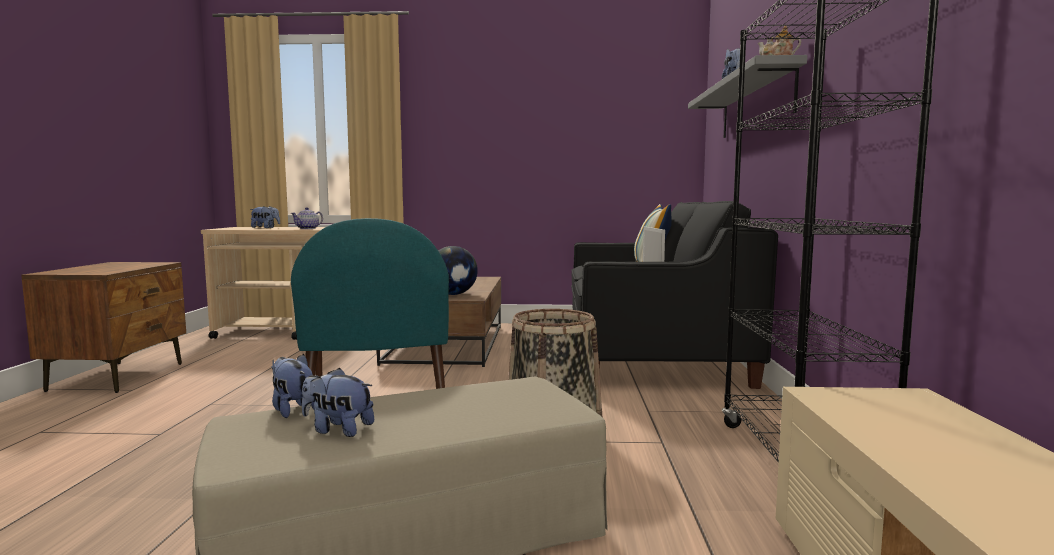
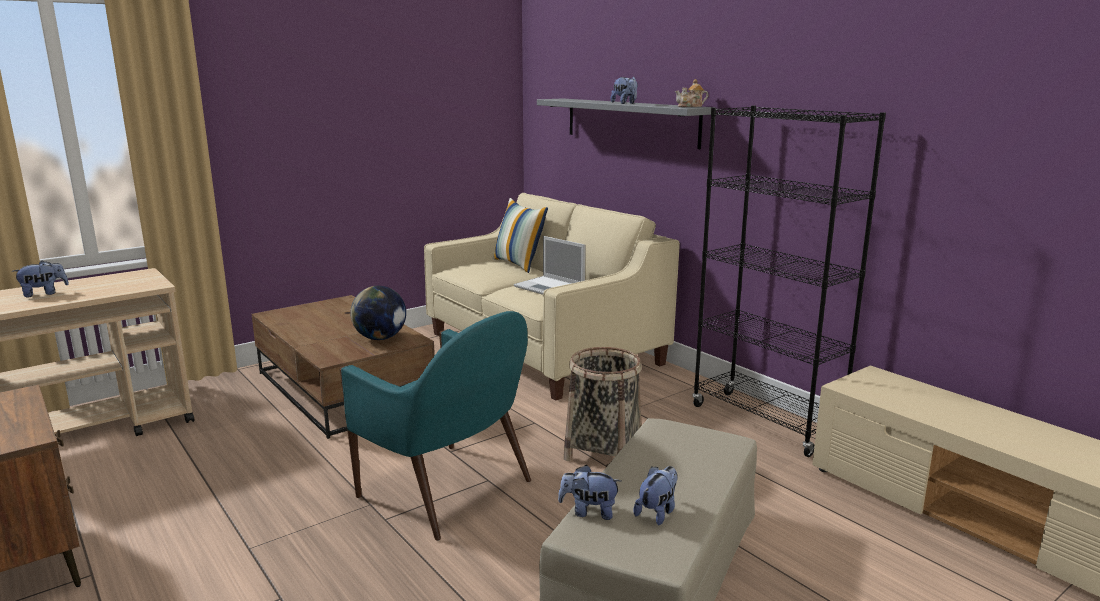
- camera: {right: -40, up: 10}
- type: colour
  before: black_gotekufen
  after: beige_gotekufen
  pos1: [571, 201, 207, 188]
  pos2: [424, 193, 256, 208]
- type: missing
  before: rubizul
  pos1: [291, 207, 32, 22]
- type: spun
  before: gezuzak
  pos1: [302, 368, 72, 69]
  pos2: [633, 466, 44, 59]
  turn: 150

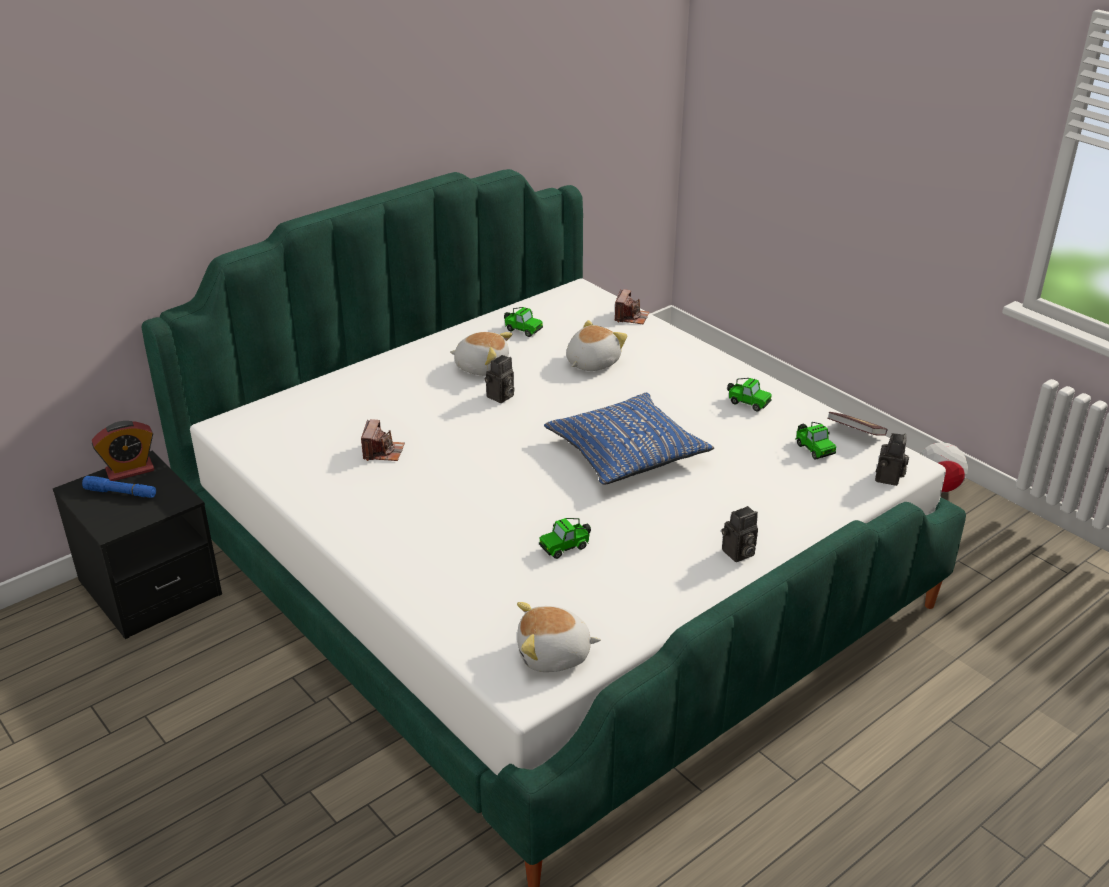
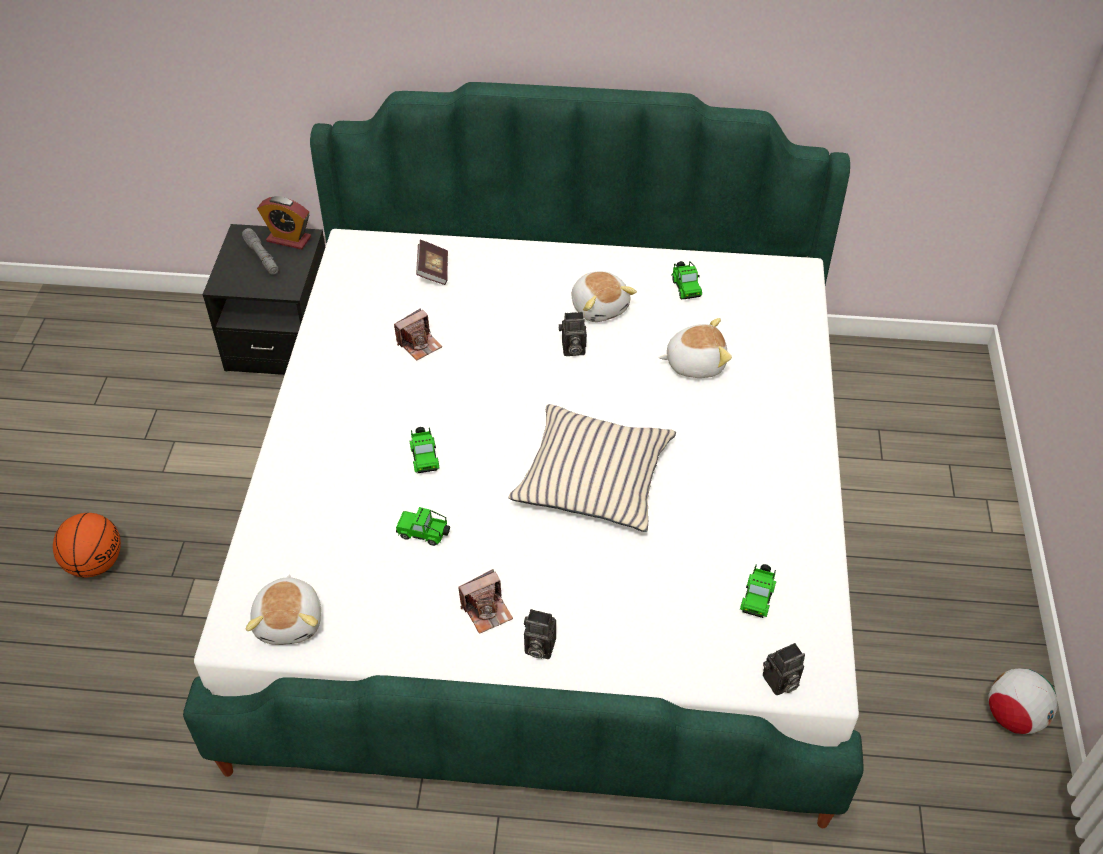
- camera: {right: 45, up: 15}
- type: relocated
  before: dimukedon
  pos1: [615, 289, 34, 35]
  pos2: [458, 569, 55, 65]
- type: relocated
  before: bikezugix
  pos1: [727, 378, 45, 33]
  pos2: [409, 427, 30, 46]
- type: colour
  before: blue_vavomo
  after: beige_vavomo
  pos1: [544, 393, 170, 92]
  pos2: [508, 404, 168, 128]
- type: relocated
  before: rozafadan
  pos1: [827, 412, 61, 24]
  pos2: [416, 240, 32, 45]
- type: colour
  before: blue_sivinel
  after: grey_sivinel
  pos1: [82, 476, 74, 22]
  pos2: [242, 228, 37, 47]
- type: spun
  before: gezuzak
  pos1: [517, 602, 84, 70]
  pos2: [246, 575, 75, 70]
  turn: -135
- type: appeared
  after: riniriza
  pos2: [53, 513, 68, 65]

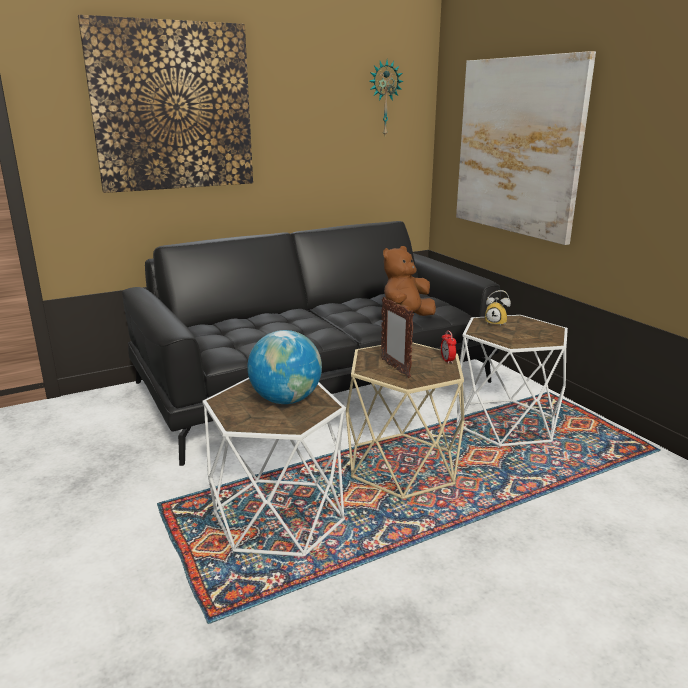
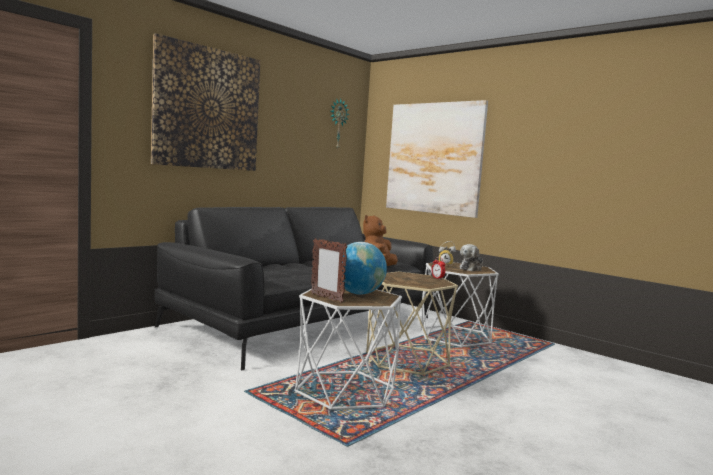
- camera: {right: -20, up: -15}
- type: relocated
  before: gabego
  pos1: [381, 297, 33, 81]
  pos2: [311, 238, 37, 65]
- type: appeared
  after: gezuzak
  pos2: [460, 244, 23, 27]

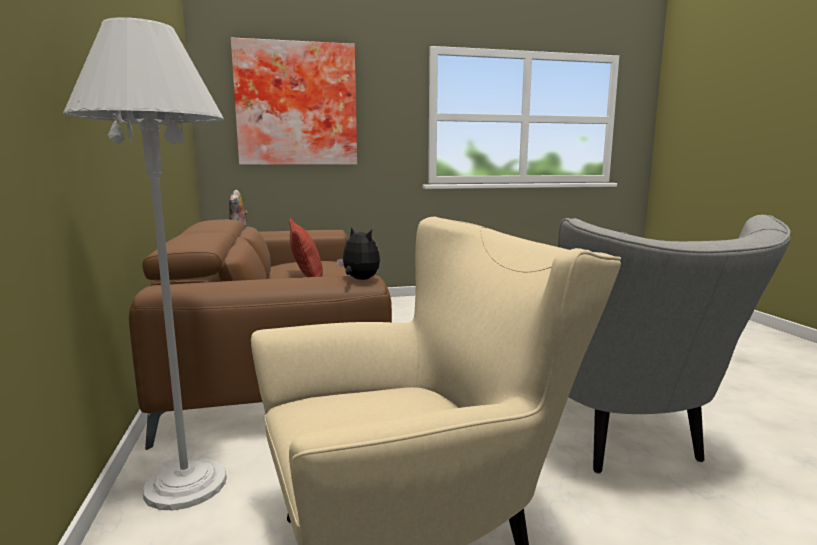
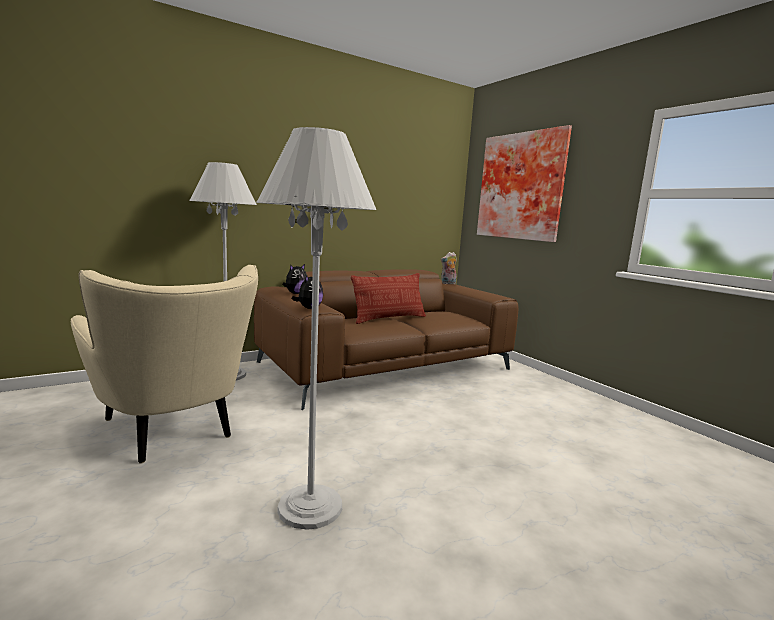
- camera: {right: 70, up: 0}
- type: exchanged
  before: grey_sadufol
  after: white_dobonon
  pos1: [558, 215, 233, 259]
  pos2: [256, 127, 120, 403]
- type: appeared
  after: gezuzak
  pos2: [282, 264, 26, 30]

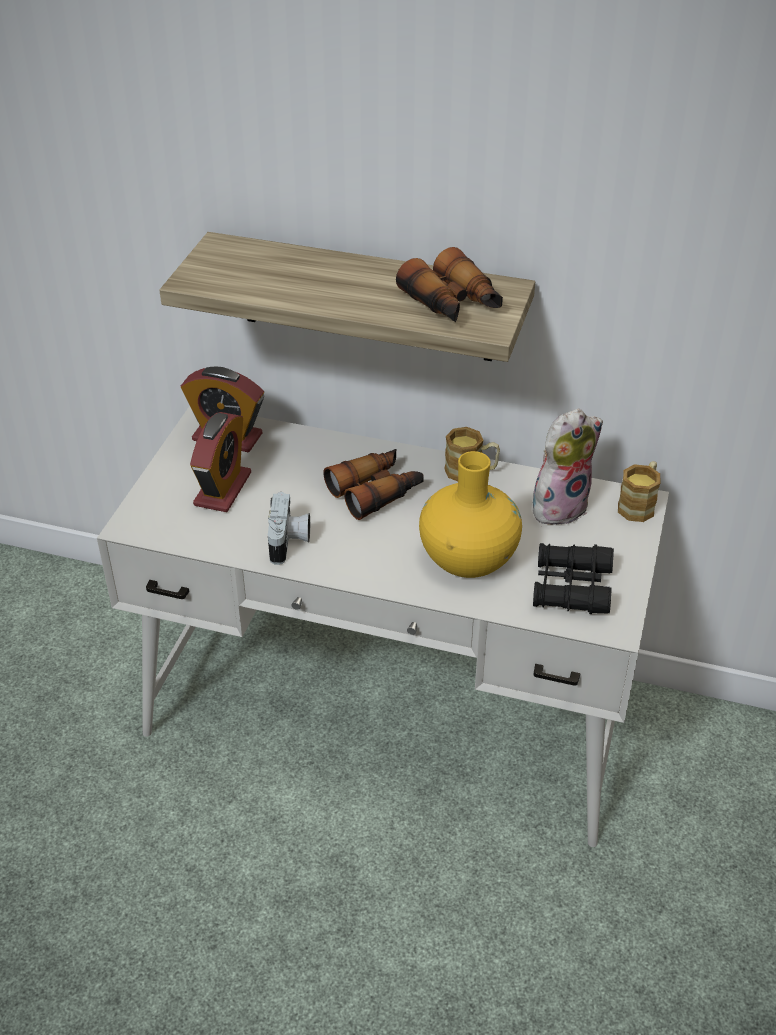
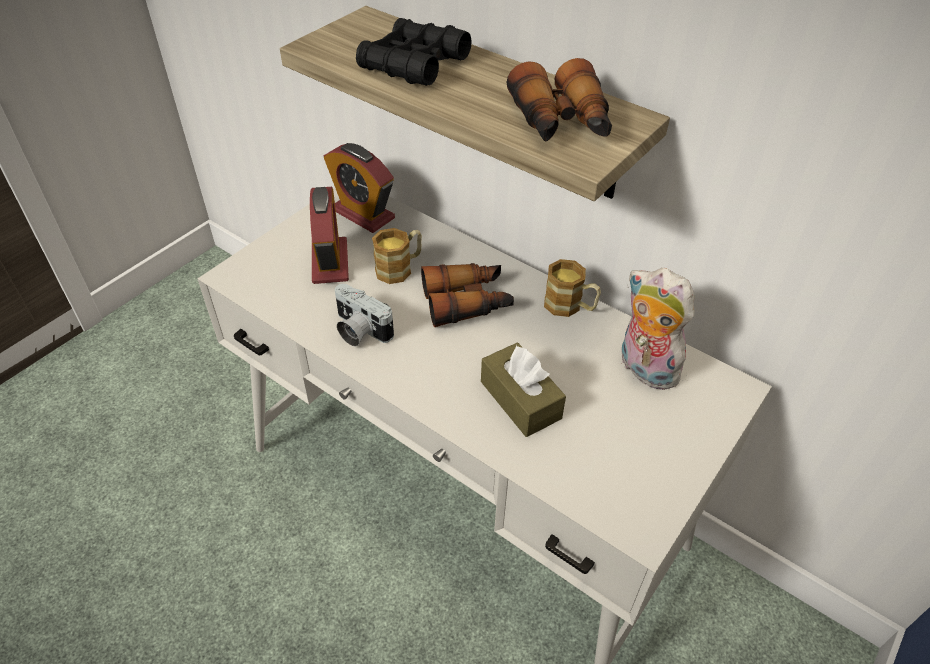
- camera: {right: 20, up: 5}
- type: spun
  before: gezuzak
  pos1: [533, 409, 70, 116]
  pos2: [621, 268, 73, 122]
  turn: -120
- type: spun
  before: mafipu
  pos1: [190, 412, 61, 100]
  pos2: [310, 187, 39, 97]
  turn: -45
- type: exchanged
  before: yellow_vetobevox
  after: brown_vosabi
  pos1: [419, 451, 103, 127]
  pos2: [481, 342, 85, 95]
- type: relocated
  before: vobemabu
  pos1: [618, 461, 42, 61]
  pos2: [372, 228, 50, 56]
- type: spun
  before: dimukedon
  pos1: [268, 492, 42, 73]
  pos2: [335, 284, 59, 63]
  turn: 105
- type: relocated
  before: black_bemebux
  pos1: [533, 543, 81, 71]
  pos2: [356, 18, 116, 68]

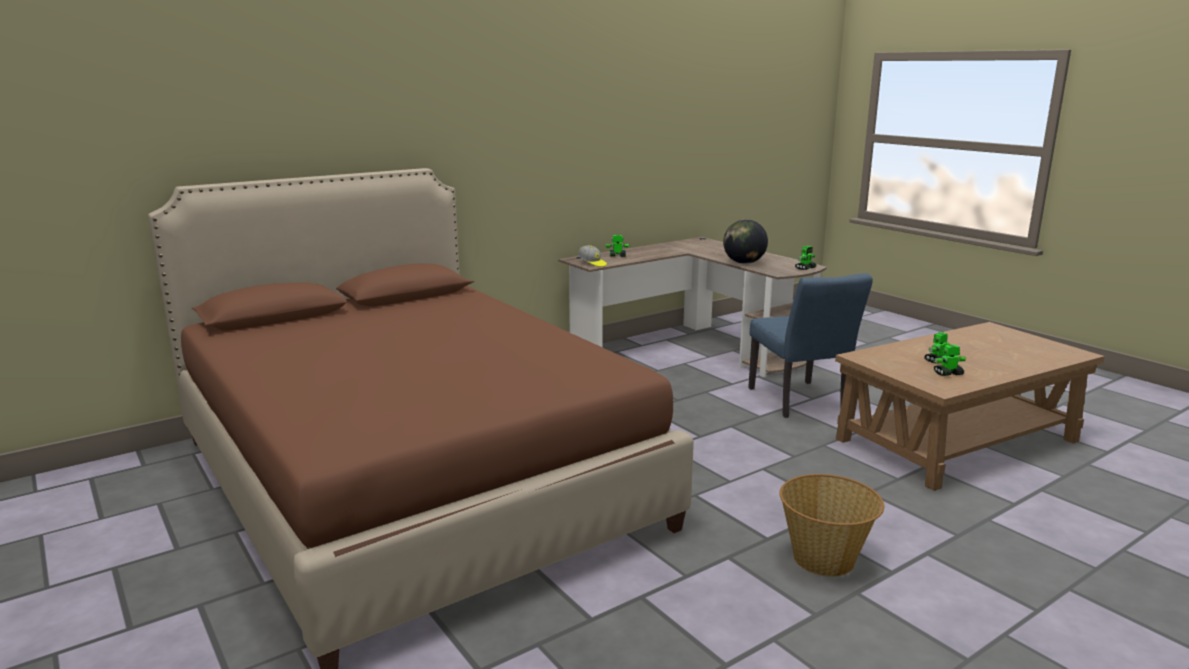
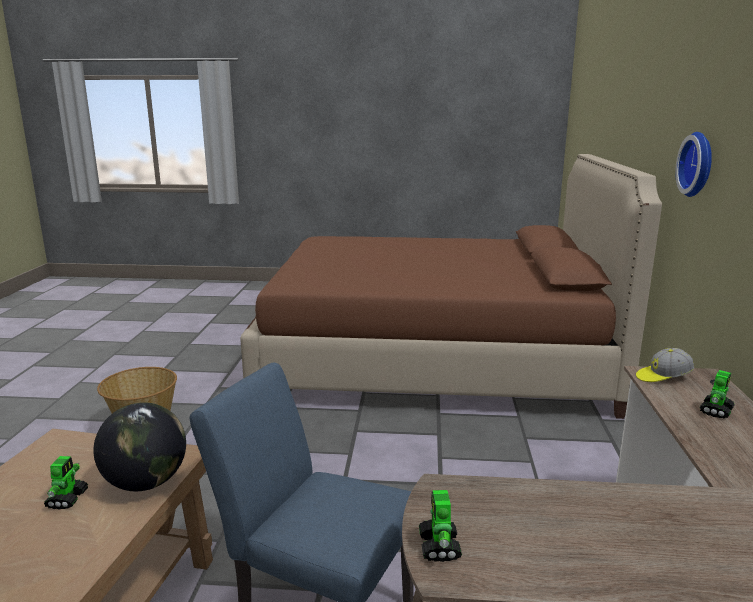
- camera: {right: 130, up: 0}
- type: relocated
  before: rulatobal
  pos1: [723, 220, 45, 44]
  pos2: [93, 402, 93, 89]
- type: missing
  before: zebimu
  pos1: [933, 345, 34, 31]
- type: appeared
  after: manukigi
  pos2: [675, 132, 37, 65]

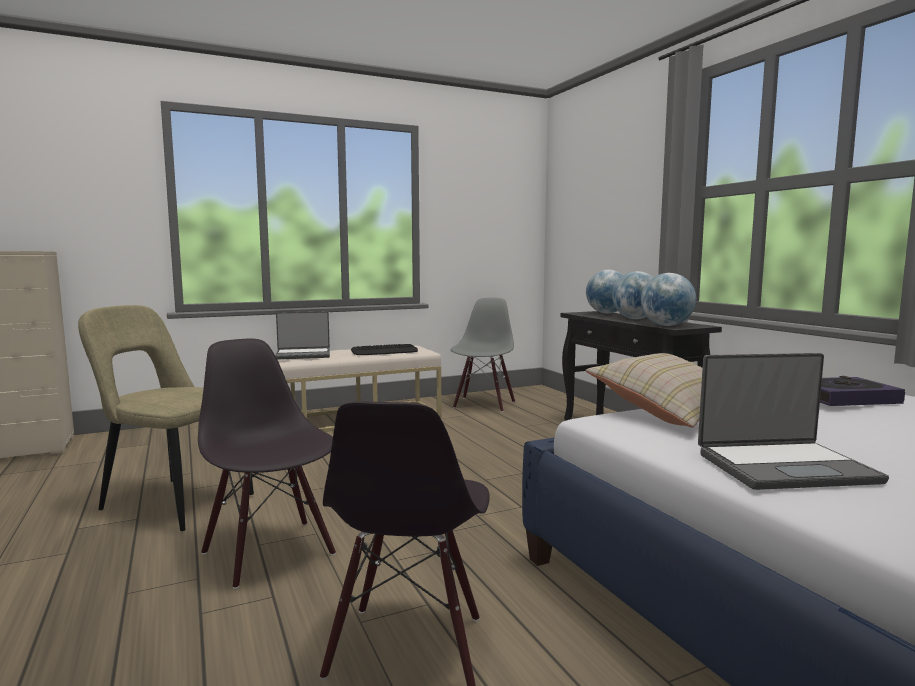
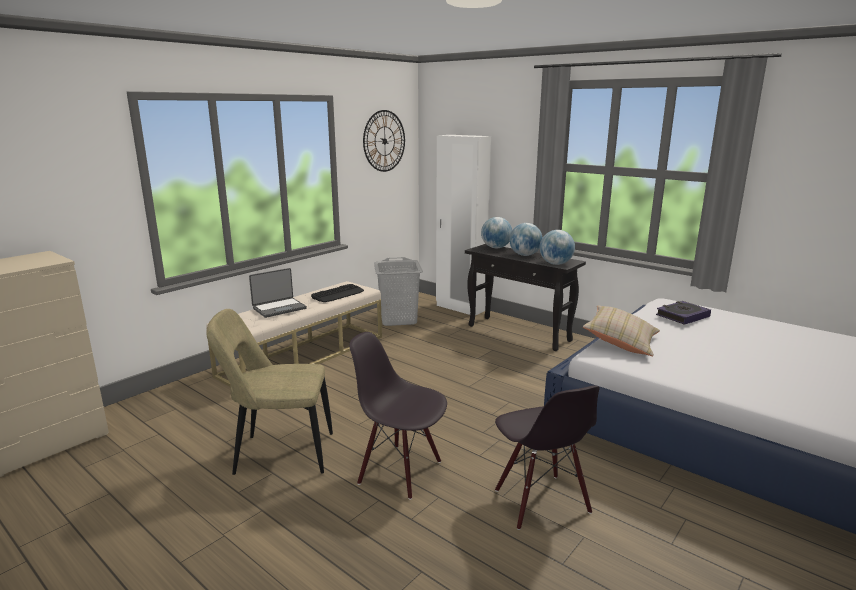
- camera: {right: -25, up: 10}
- type: exchanged
  before: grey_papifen
  after: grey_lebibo
  pos1: [451, 298, 64, 114]
  pos2: [374, 257, 49, 69]
- type: missing
  before: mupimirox
  pos1: [698, 353, 191, 137]
- type: appeared
  after: manukigi
  pos2: [363, 110, 42, 62]
- type: appeared
  after: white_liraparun
  pos2: [436, 135, 55, 181]

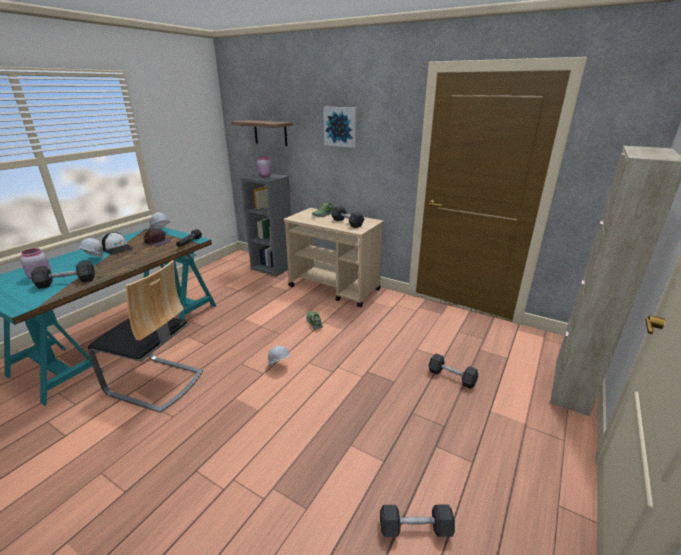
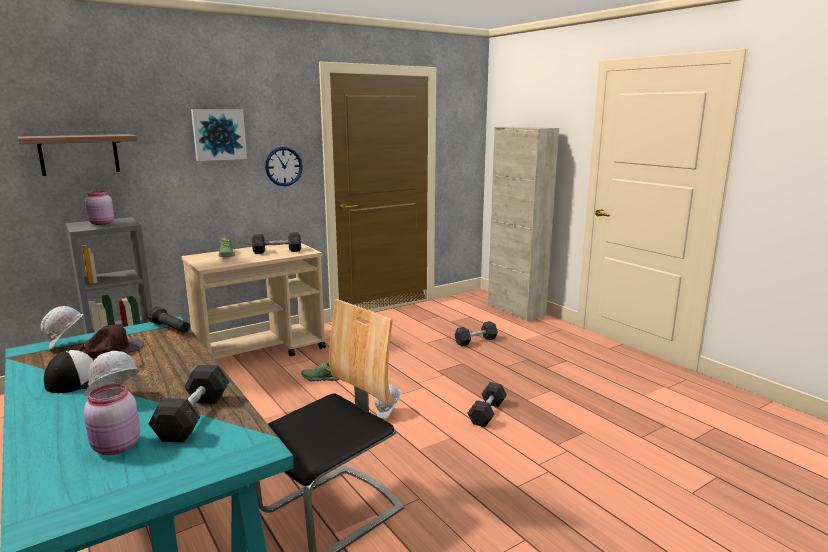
- camera: {right: -65, up: -10}
- type: relocated
  before: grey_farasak
  pos1: [380, 505, 75, 32]
  pos2: [467, 382, 40, 45]
- type: appeared
  after: manukigi
  pos2: [265, 147, 38, 39]

